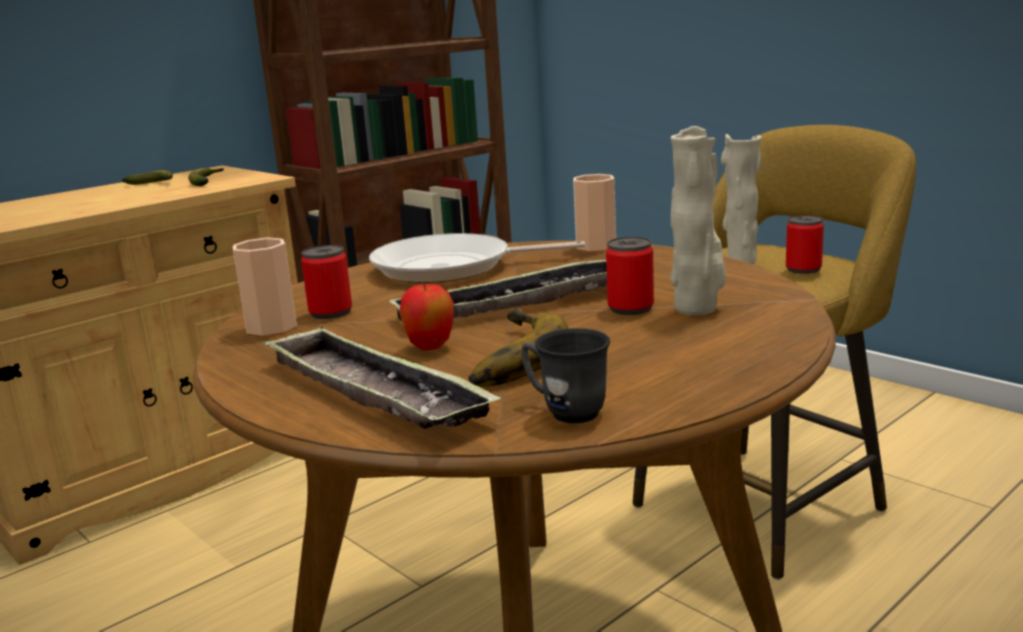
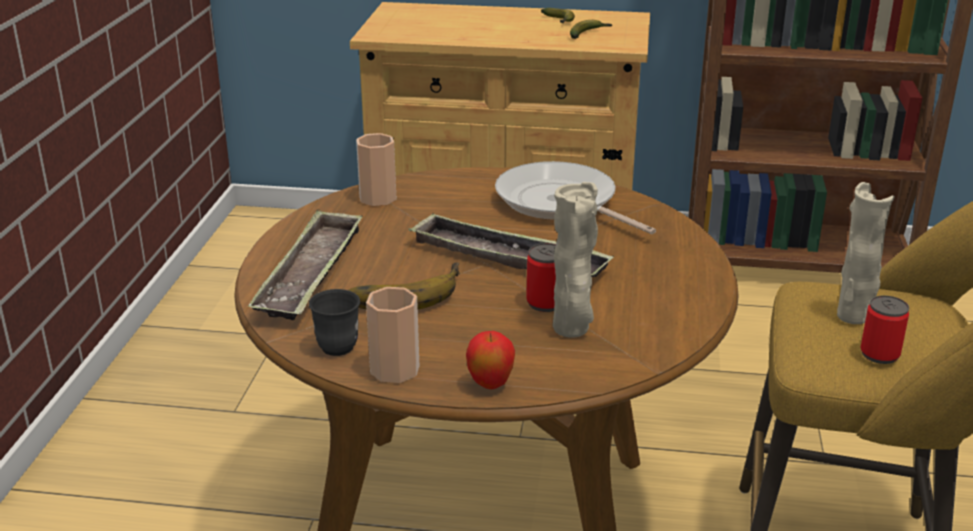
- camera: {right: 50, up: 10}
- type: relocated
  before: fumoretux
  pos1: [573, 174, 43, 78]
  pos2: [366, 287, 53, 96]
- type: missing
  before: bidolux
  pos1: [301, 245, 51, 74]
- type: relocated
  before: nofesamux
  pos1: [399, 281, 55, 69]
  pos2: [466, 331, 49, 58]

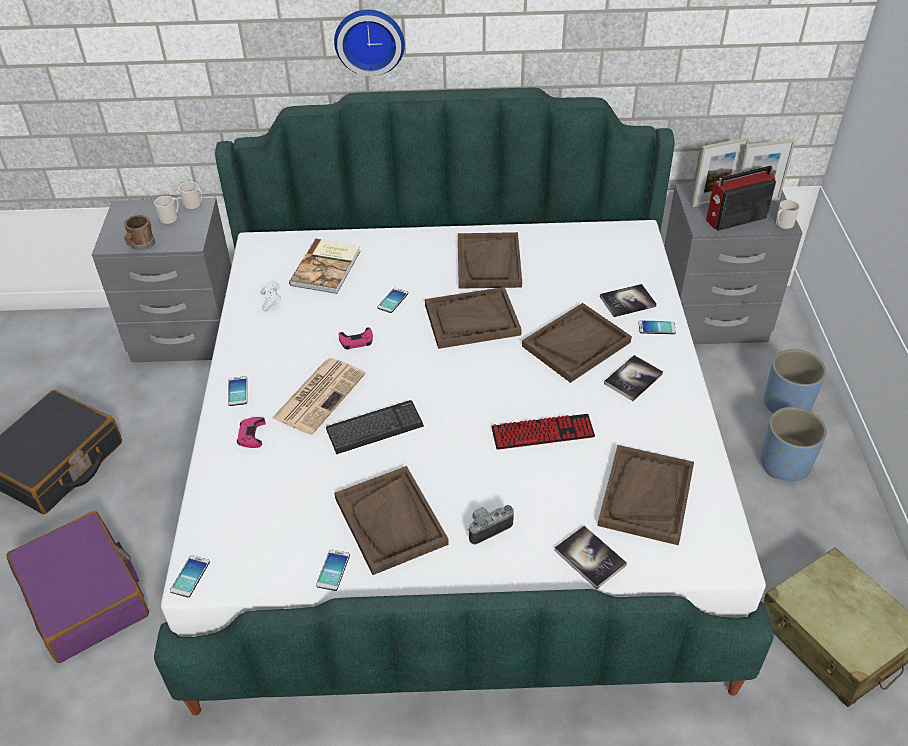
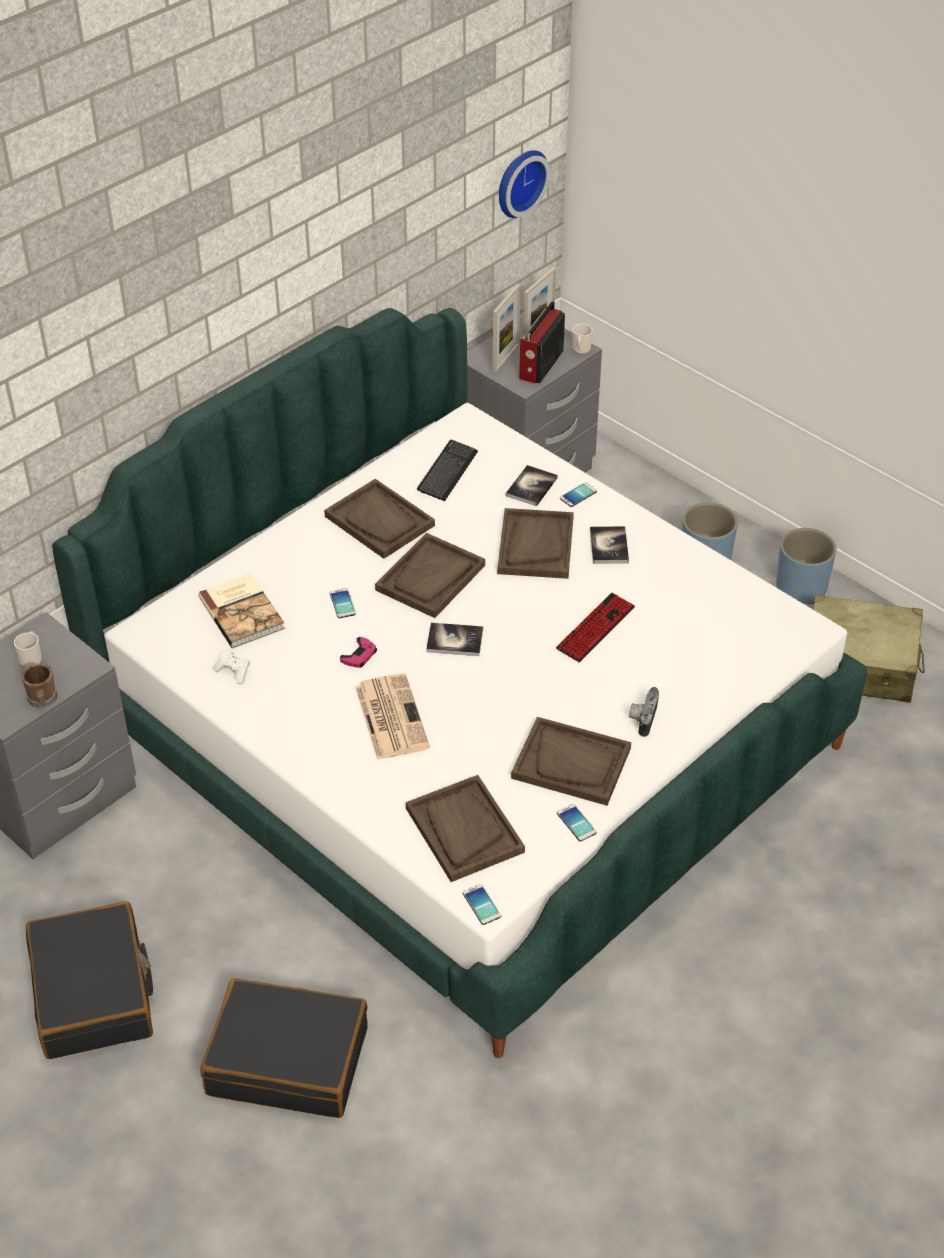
- camera: {right: -45, up: 0}
- type: relocated
  before: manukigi
  pos1: [334, 9, 71, 67]
  pos2: [499, 150, 51, 68]
- type: missing
  before: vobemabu
  pos1: [178, 182, 25, 28]
- type: relocated
  before: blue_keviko
  pos1: [764, 349, 62, 64]
  pos2: [776, 528, 60, 77]
- type: missing
  before: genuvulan
  pos1: [228, 376, 19, 30]
- type: relocated
  before: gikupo
  pos1: [326, 400, 98, 54]
  pos2: [417, 440, 61, 61]
- type: missing
  before: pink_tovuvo
  pos1: [237, 417, 28, 31]
- type: relocated
  before: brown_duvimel
  pos1: [597, 445, 97, 100]
  pos2: [406, 775, 119, 107]
- type: colour
  before: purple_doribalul
  after: black_doribalul
  pos1: [6, 511, 143, 152]
  pos2: [200, 979, 167, 139]
- type: relocated
  before: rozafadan
  pos1: [554, 526, 73, 63]
  pos2: [426, 623, 57, 33]

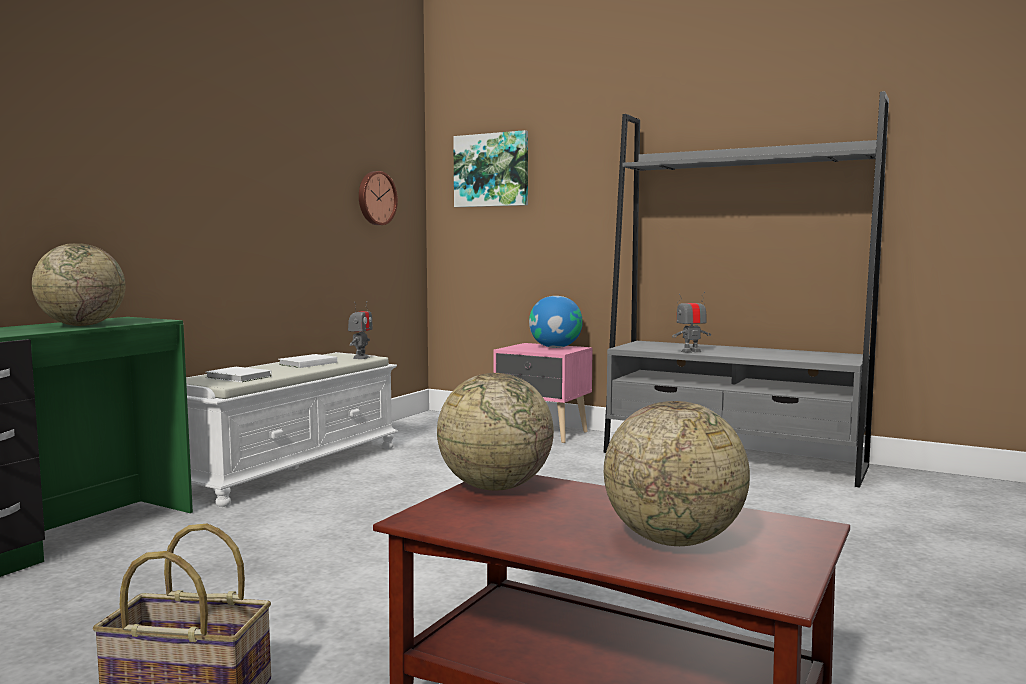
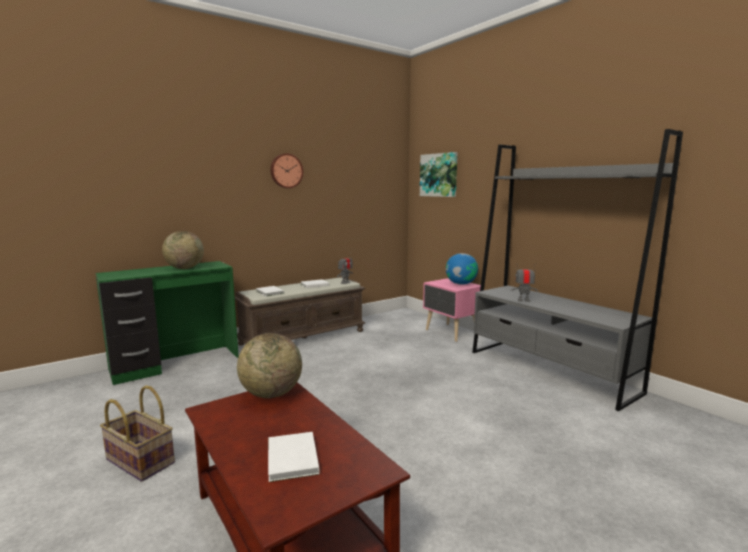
- camera: {right: 25, up: 5}
- type: relocated
  before: manukigi
  pos1: [359, 171, 39, 54]
  pos2: [270, 154, 33, 34]
- type: colour
  before: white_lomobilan
  after: brown_lomobilan
  pos1: [186, 352, 212, 156]
  pos2: [235, 277, 130, 69]
- type: exchanged
  before: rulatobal
  after: white_rozafadan
  pos1: [604, 401, 146, 145]
  pos2: [268, 432, 52, 50]

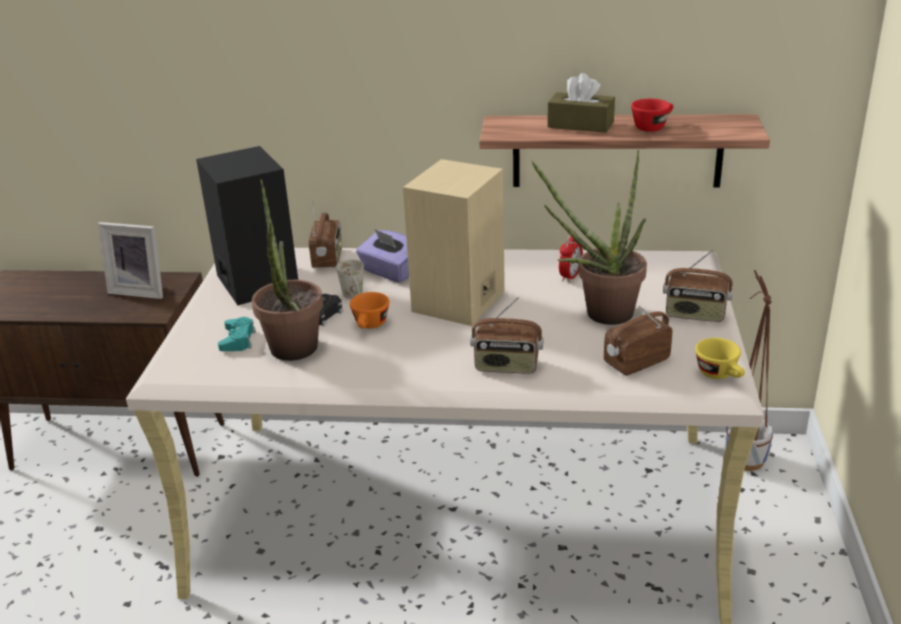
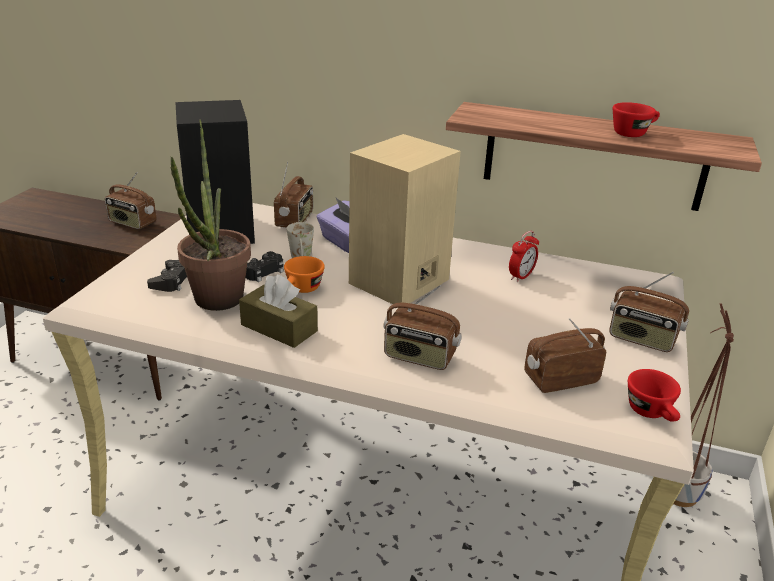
- camera: {right: 10, up: 0}
- type: relocated
  before: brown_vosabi
  pos1: [548, 73, 67, 60]
  pos2: [239, 275, 79, 73]
- type: missing
  before: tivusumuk
  pos1: [531, 150, 116, 175]
- type: exchanged
  before: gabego
  after: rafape
  pos1: [98, 222, 65, 77]
  pos2: [105, 172, 52, 57]
- type: colour
  before: turquoise_tovuvo
  after: black_tovuvo
  pos1: [218, 317, 38, 34]
  pos2: [147, 260, 40, 32]
- type: colour
  before: yellow_fumoretux
  after: red_fumoretux
  pos1: [695, 338, 50, 41]
  pos2: [628, 369, 53, 53]

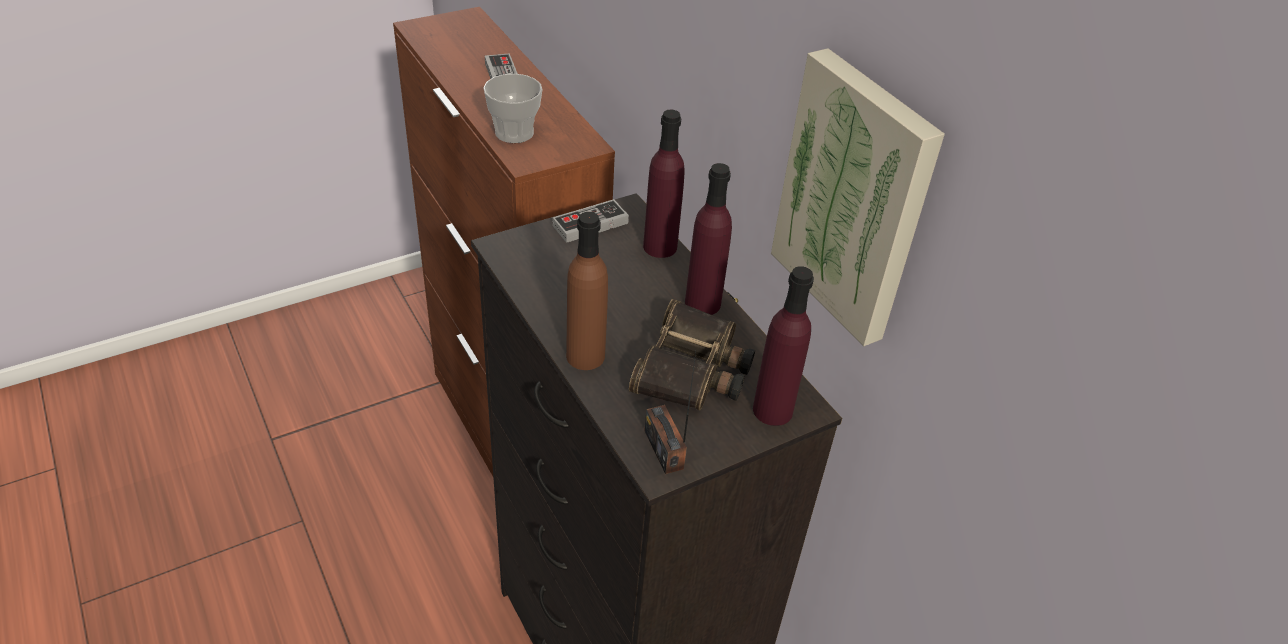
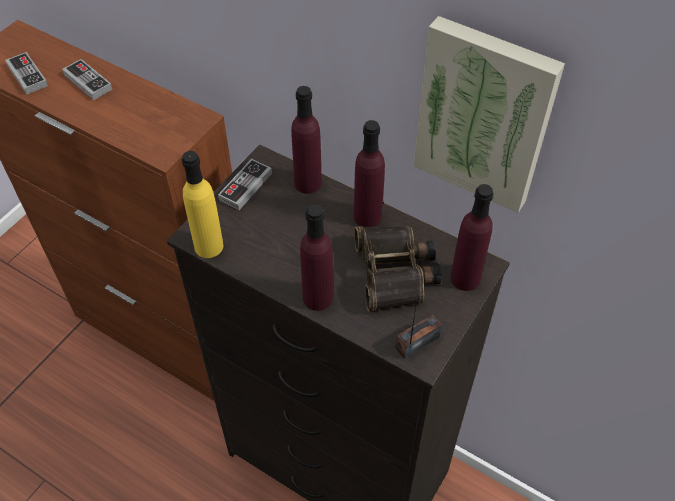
- camera: {right: -25, up: 10}
- type: missing
  before: fumoretux
  pos1: [483, 74, 59, 69]
- type: colour
  before: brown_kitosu
  after: purple_kitosu
  pos1: [566, 212, 42, 158]
  pos2: [300, 204, 33, 107]
- type: spun
  before: rafape
  pos1: [644, 352, 52, 122]
  pos2: [395, 292, 47, 67]
  turn: 105
- type: appeared
  after: tovuvo
  pos2: [5, 52, 43, 42]
- type: appeared
  after: yellow_kitosu
  pos2: [182, 151, 41, 107]

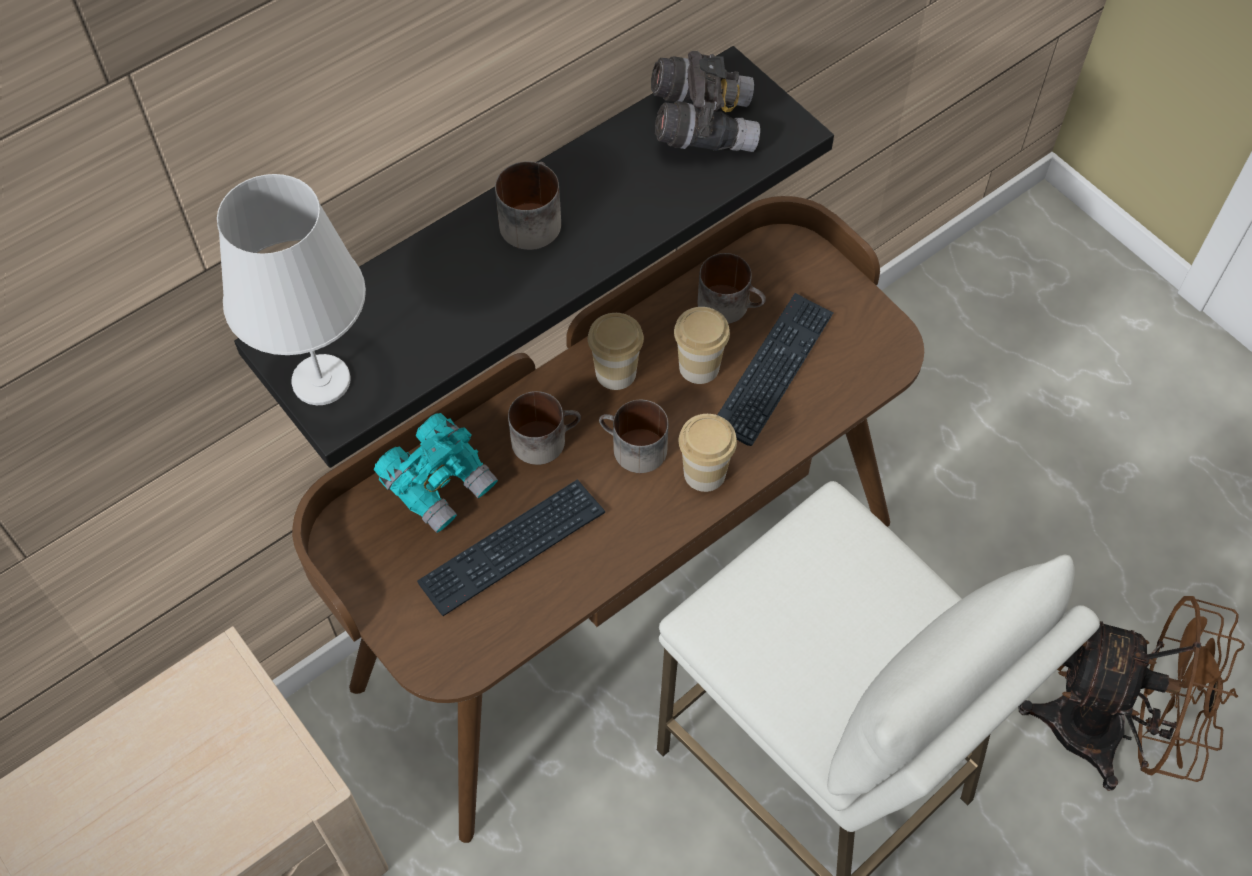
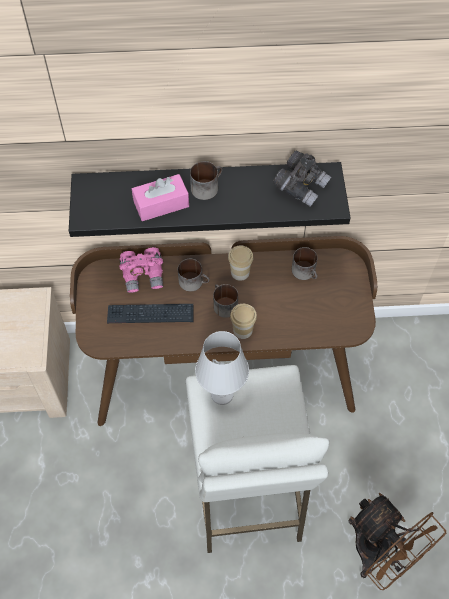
- camera: {right: 35, up: 0}
- type: relocated
  before: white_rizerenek
  pos1: [217, 174, 149, 231]
  pos2: [195, 331, 54, 74]
- type: missing
  before: gikupo
  pos1: [717, 293, 117, 153]
- type: missing
  before: fumoretux
  pos1: [674, 307, 56, 77]
- type: colour
  before: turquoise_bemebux
  after: pink_bemebux
  pos1: [374, 413, 124, 120]
  pos2: [120, 247, 43, 46]
- type: appeared
  after: pink_vosabi
  pos2: [132, 174, 57, 47]

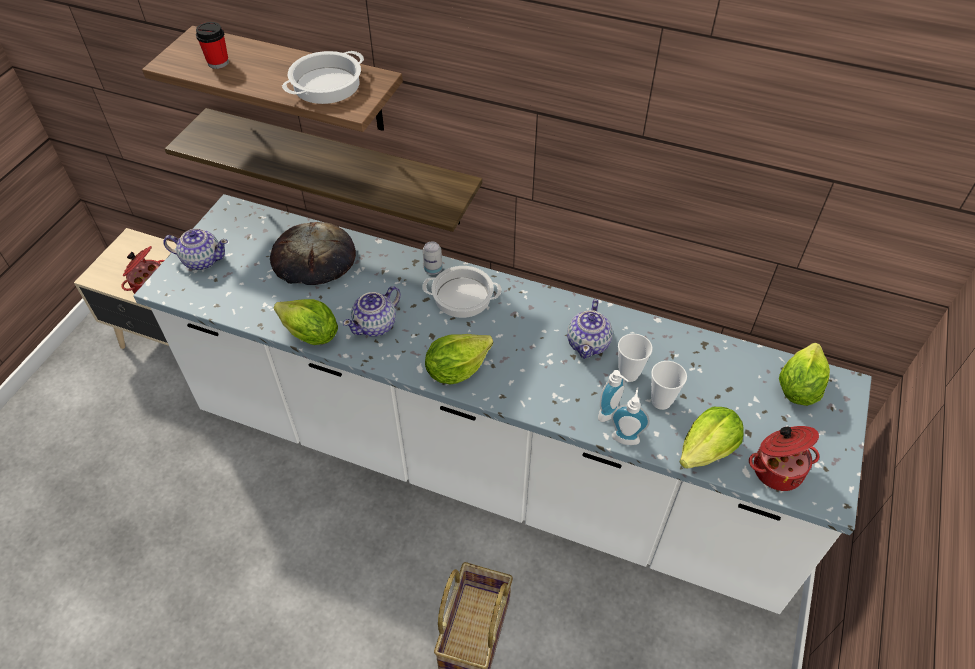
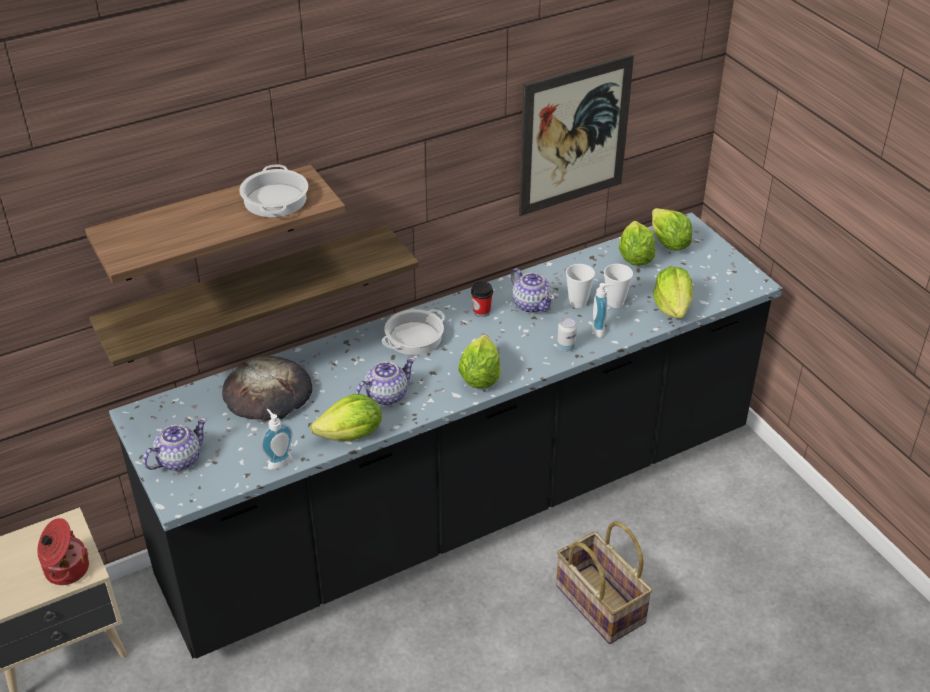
- camera: {right: -50, up: -10}
- type: relocated
  before: fumoretux
  pos1: [196, 22, 33, 47]
  pos2: [471, 281, 22, 36]
- type: colour
  before: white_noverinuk
  after: black_noverinuk
  pos1: [133, 194, 739, 420]
  pos2: [109, 212, 674, 447]
- type: relocated
  before: bidolux
  pos1: [422, 241, 20, 34]
  pos2: [557, 318, 20, 34]
- type: spun
  before: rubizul
  pos1: [343, 286, 58, 51]
  pos2: [356, 357, 59, 48]
  turn: -120
- type: relocated
  before: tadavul
  pos1: [611, 387, 39, 58]
  pos2: [261, 409, 32, 61]
- type: missing
  before: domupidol
  pos1: [749, 426, 70, 65]
- type: appeared
  after: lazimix
  pos2: [519, 54, 115, 162]
- type: appeared
  after: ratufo
  pos2: [619, 221, 36, 45]

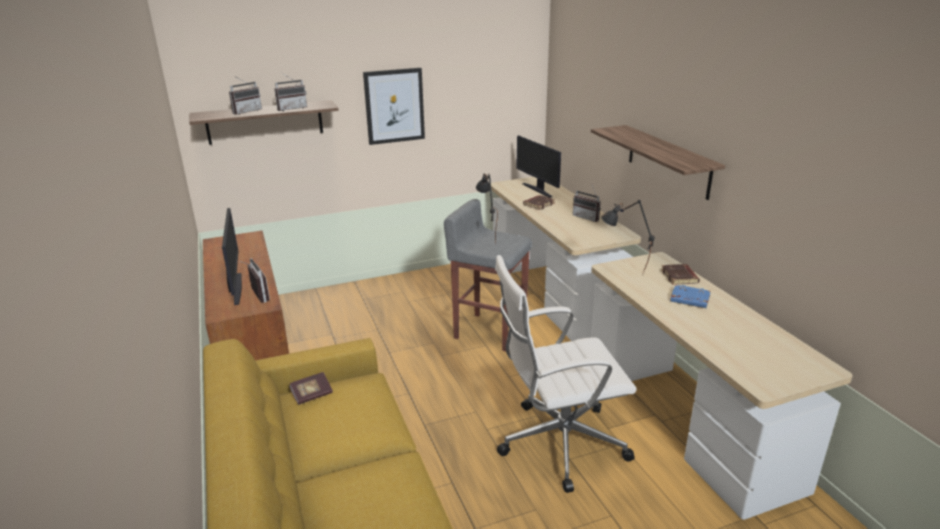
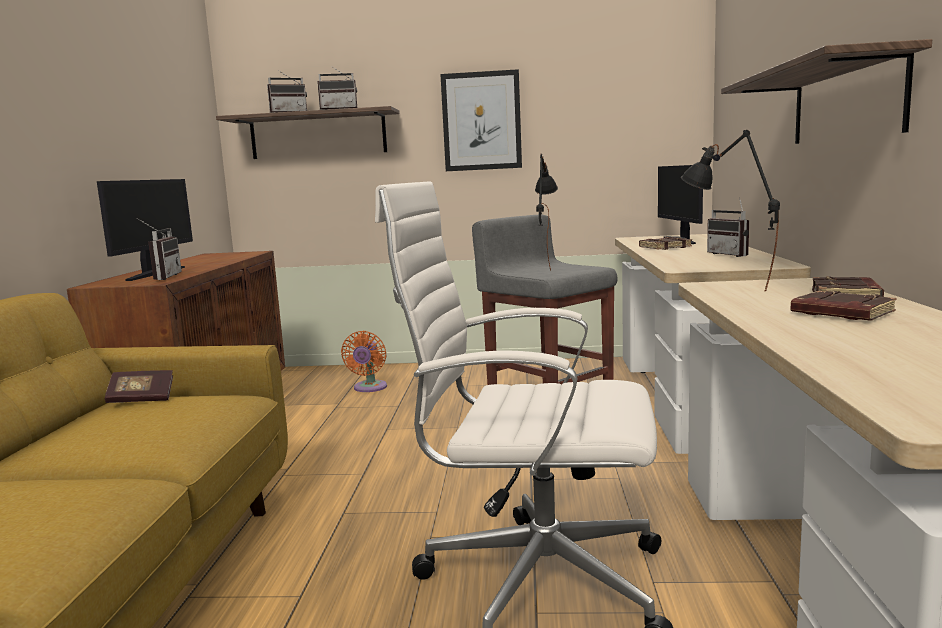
- camera: {right: 25, up: -15}
- type: colour
  before: blue_rozafadan
  after: brown_rozafadan
  pos1: [670, 284, 41, 24]
  pos2: [791, 290, 106, 31]
- type: appeared
  after: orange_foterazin
  pos2: [341, 331, 46, 61]

